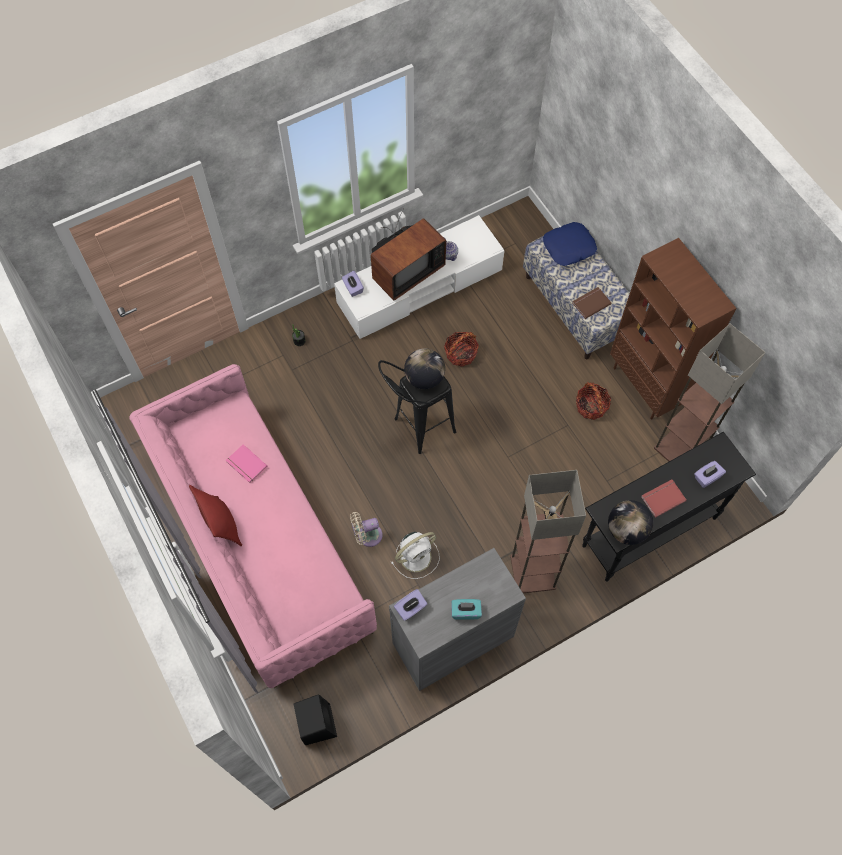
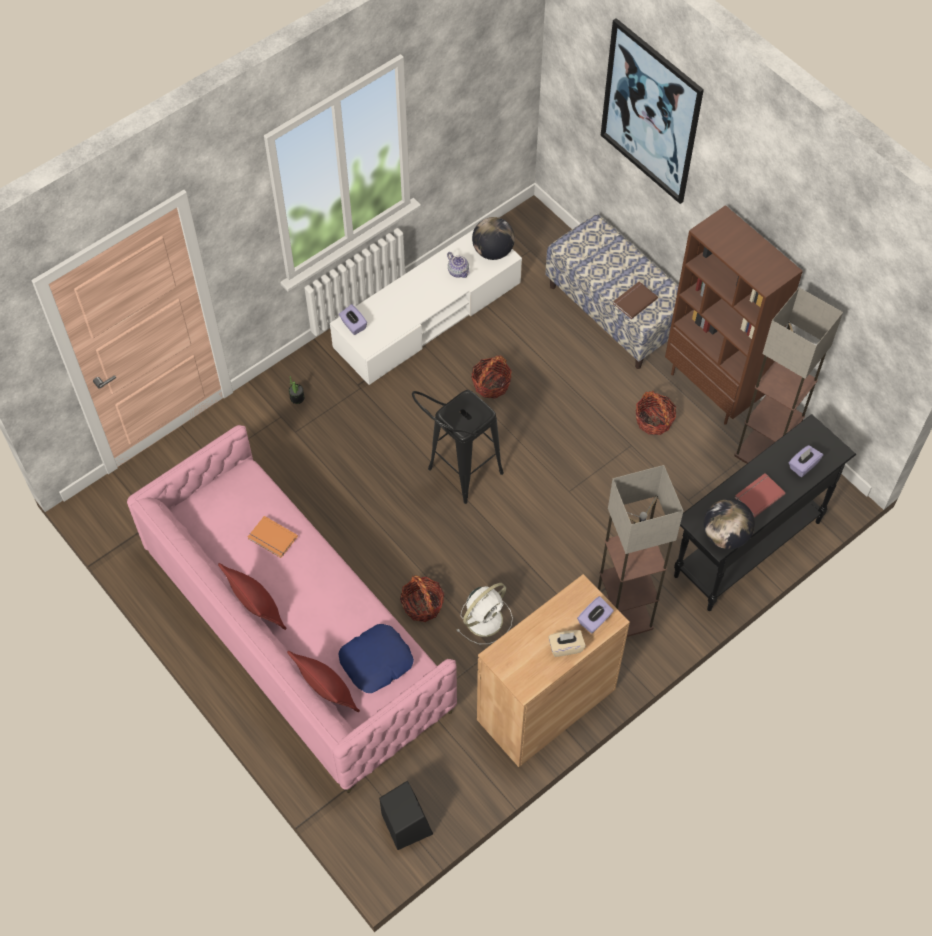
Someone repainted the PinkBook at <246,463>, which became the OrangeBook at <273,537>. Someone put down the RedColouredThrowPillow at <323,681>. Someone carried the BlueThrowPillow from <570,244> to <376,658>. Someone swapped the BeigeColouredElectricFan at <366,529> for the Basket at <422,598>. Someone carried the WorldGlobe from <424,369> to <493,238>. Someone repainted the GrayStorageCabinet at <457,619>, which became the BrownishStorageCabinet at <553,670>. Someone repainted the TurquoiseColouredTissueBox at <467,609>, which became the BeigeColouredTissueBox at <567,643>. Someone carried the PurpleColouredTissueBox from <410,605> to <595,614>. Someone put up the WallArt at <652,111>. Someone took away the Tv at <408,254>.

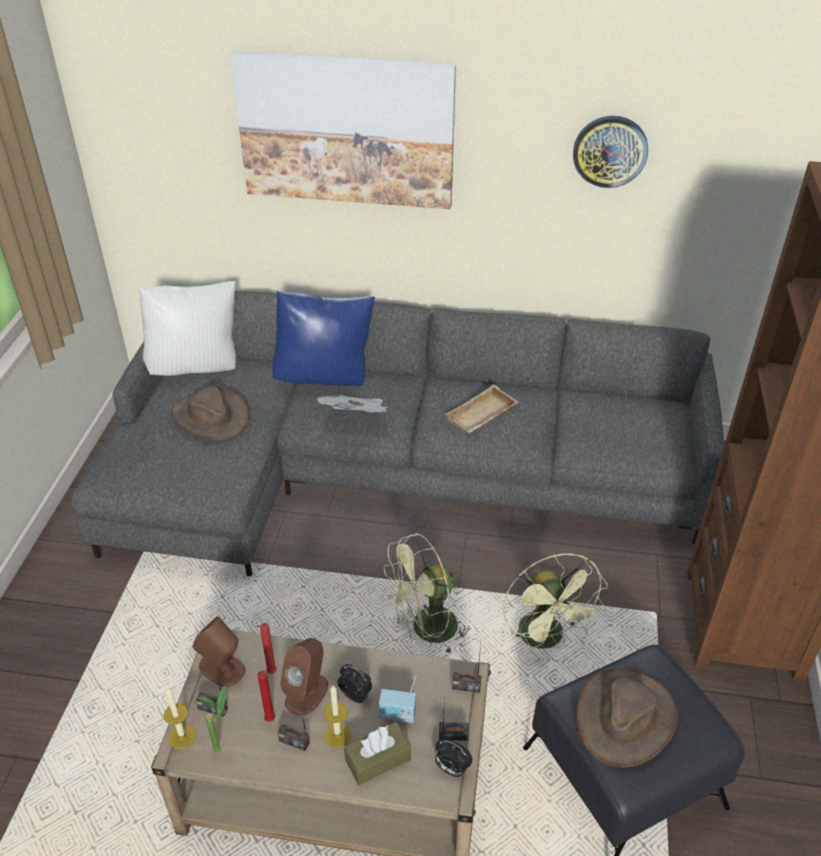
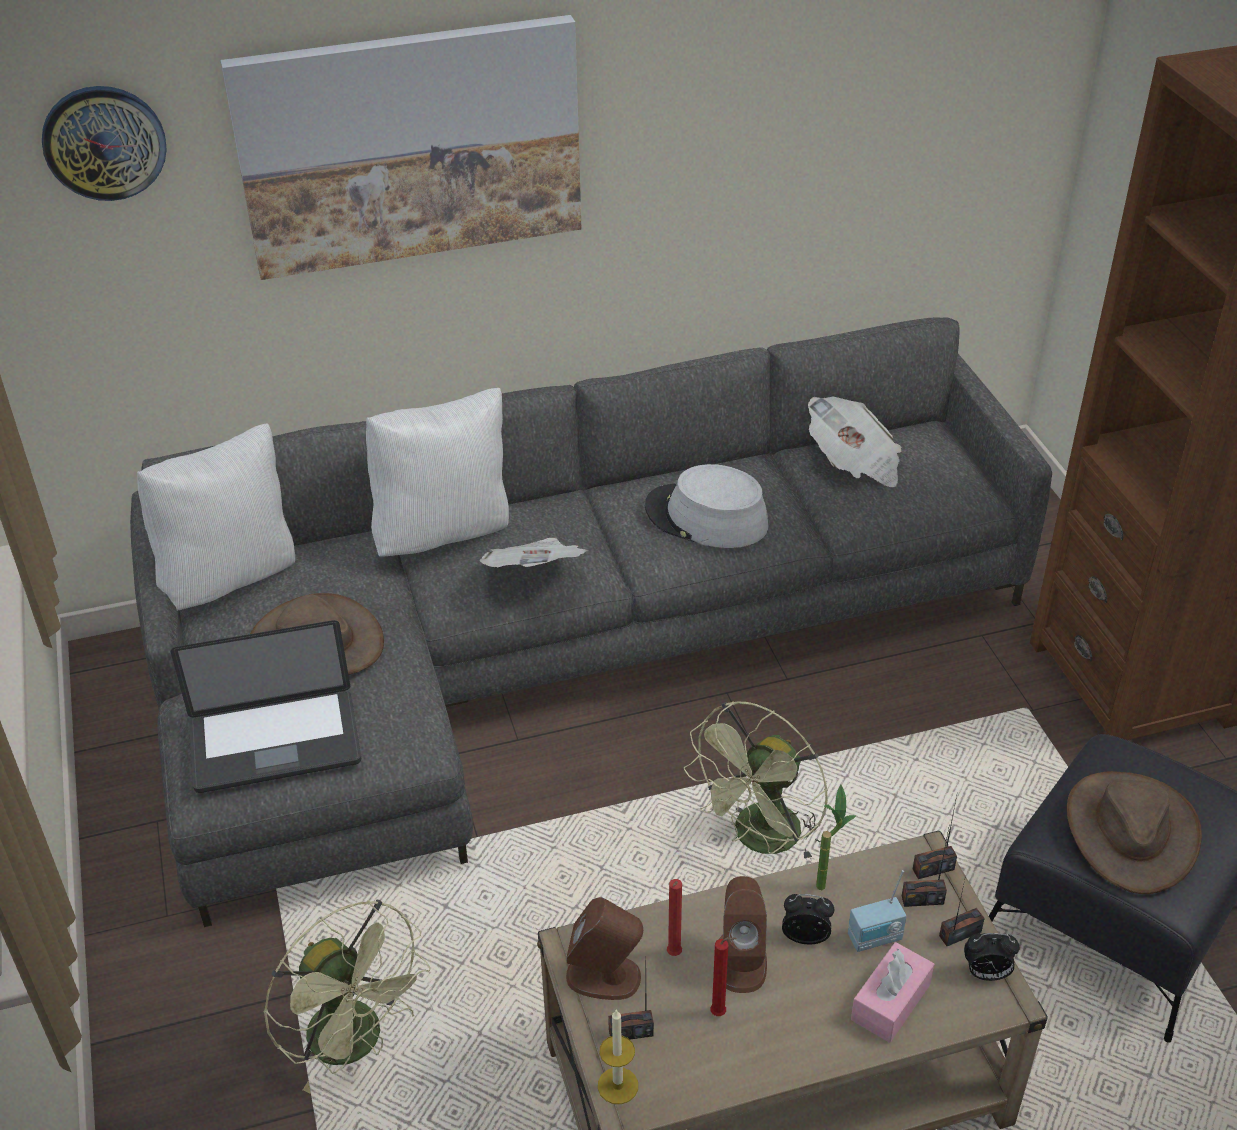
Someone carried the WallClock from <610,152> to <104,143>. Someone put down the Laptop at <266,706>. Someone carried the GreenColouredElectricFan from <555,601> to <347,997>. Someone repainted the BlueThrowPillow at <323,338>, which became the WhiteColouredThrowPillow at <437,472>. Someone swapped the BeigeColouredCarryingTray at <481,409> for the GrayHat at <707,506>. Someone put down the DailyPaper at <854,441>. Someone carried the PlantInAPot from <213,719> to <836,837>. Someone repainted the BrownishTissueBox at <377,753>, which became the PinkTissueBox at <892,992>. Someone carried the RadioReceiver from <294,724> to <926,865>. Someone took away the Candle at <337,717>.

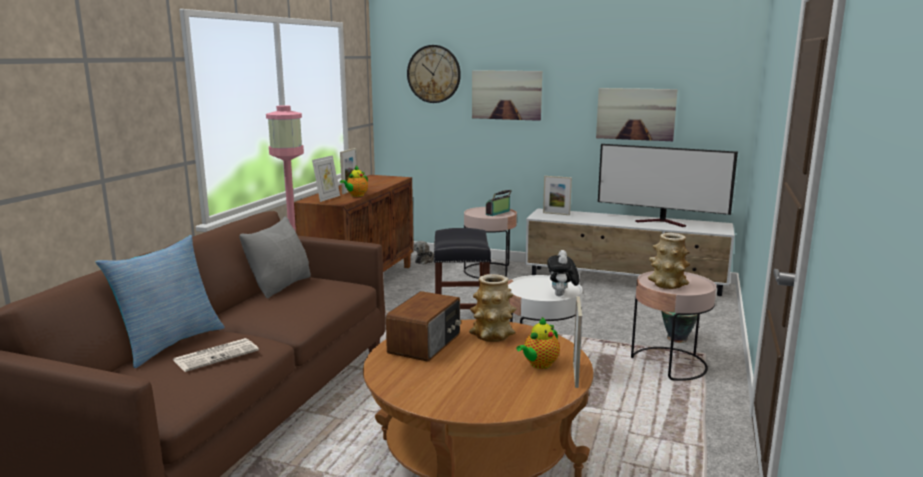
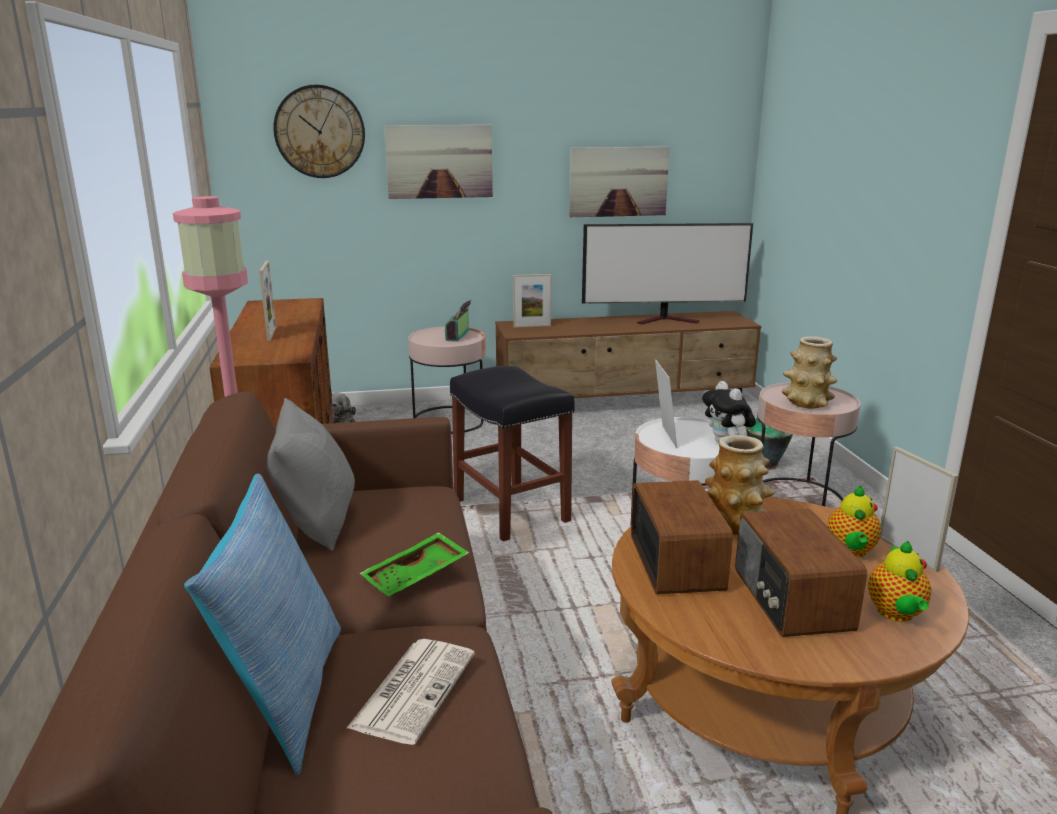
Someone put down the GreenColouredCarryingTray at <414,564>. Someone repainted the WhiteColouredTvUnit at <630,252>, which became the BrownishTvUnit at <628,354>. Someone carried the PictureFrame from <326,178> to <666,403>. Someone put down the RadioReceiver at <801,573>. Someone carried the PotForTea from <354,181> to <899,581>.

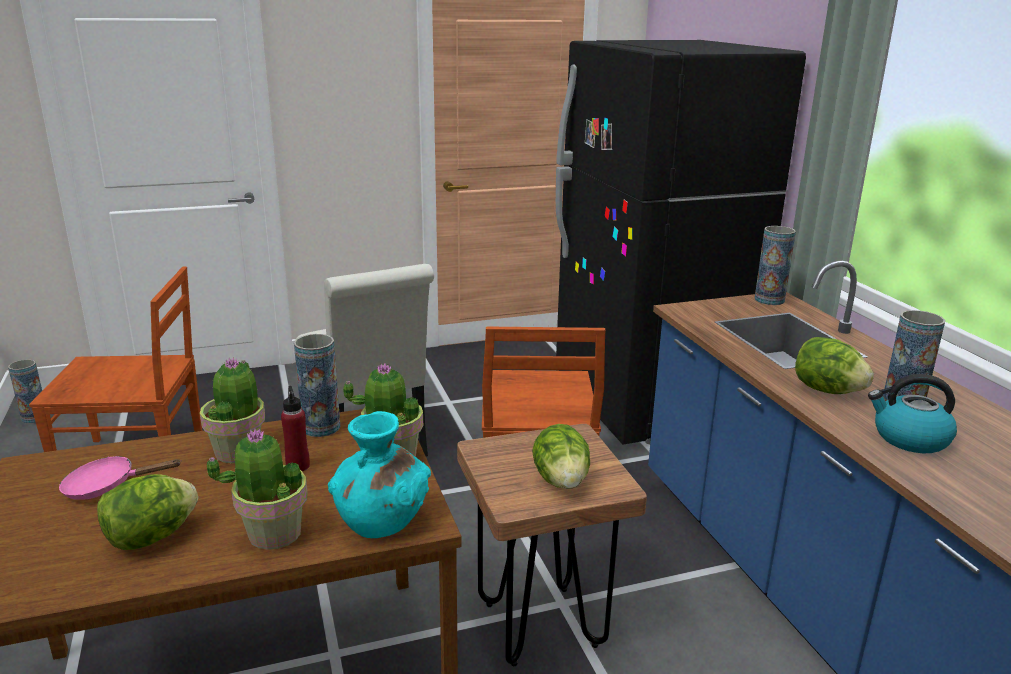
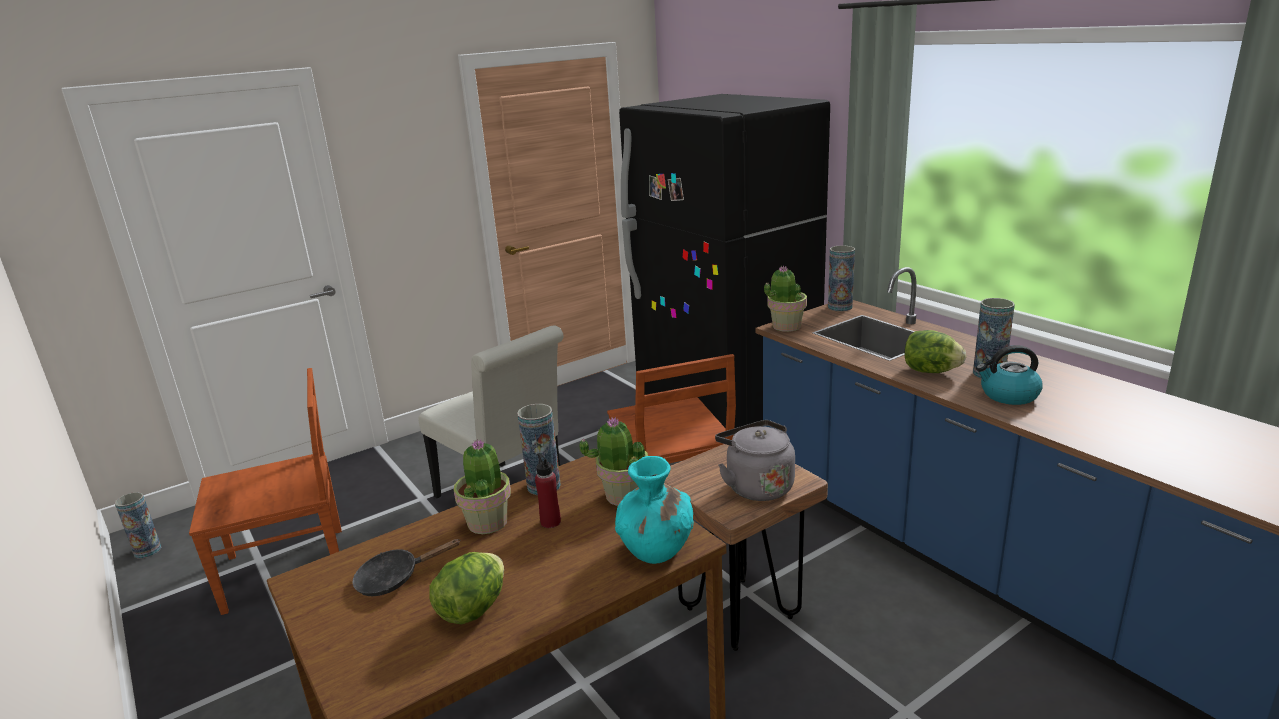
Someone repainted the PinkSkillet at <120,478>, which became the BlackishSkillet at <406,567>. Someone swapped the LettuceHead at <561,456> for the GrayTeaKettle at <755,460>. Someone carried the PlantInAPot from <257,489> to <785,298>.

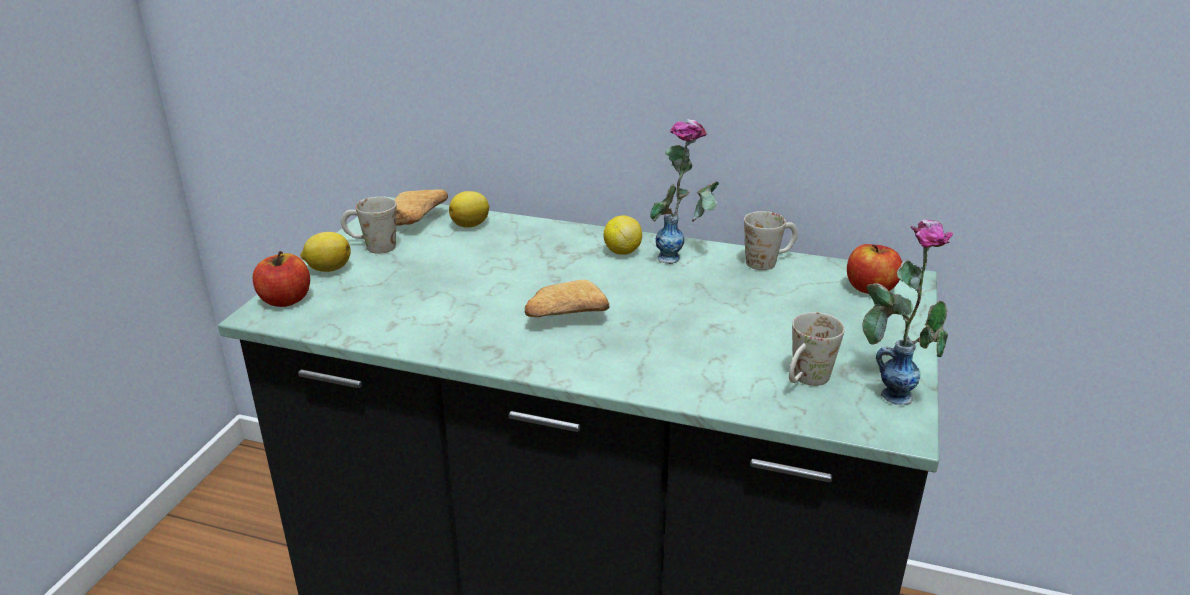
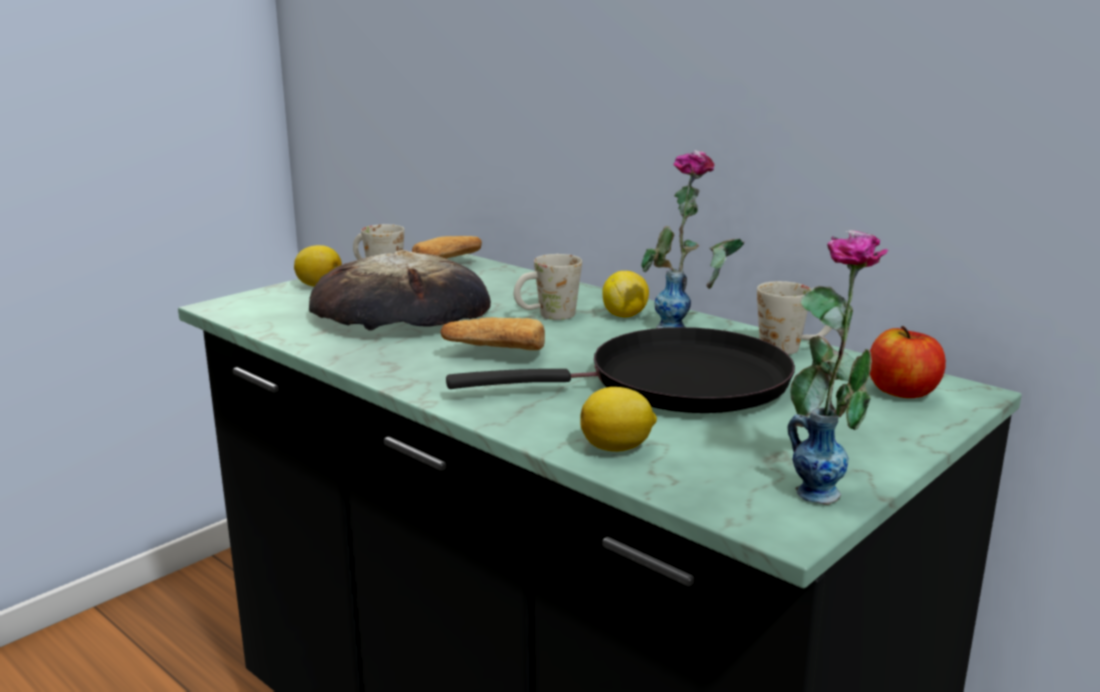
Someone put down the BakeryBread at <400,290>. Someone put down the BlackishSkillet at <620,370>. Someone carried the WhiteColouredTeaMug from <817,349> to <548,287>. Someone carried the WholeLemon from <469,209> to <618,419>. Someone took away the Apple at <281,279>.

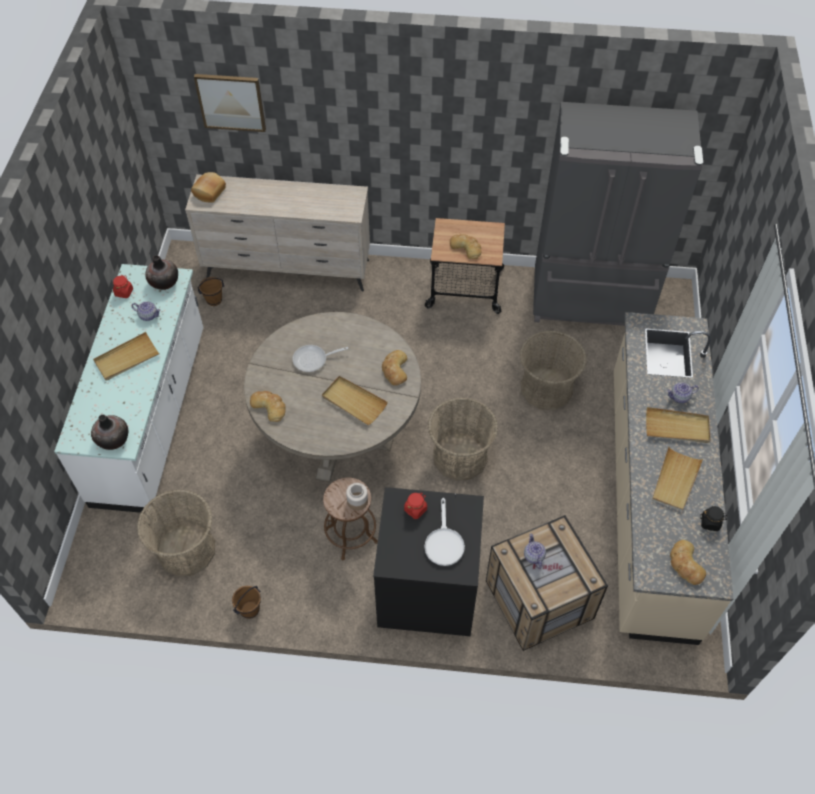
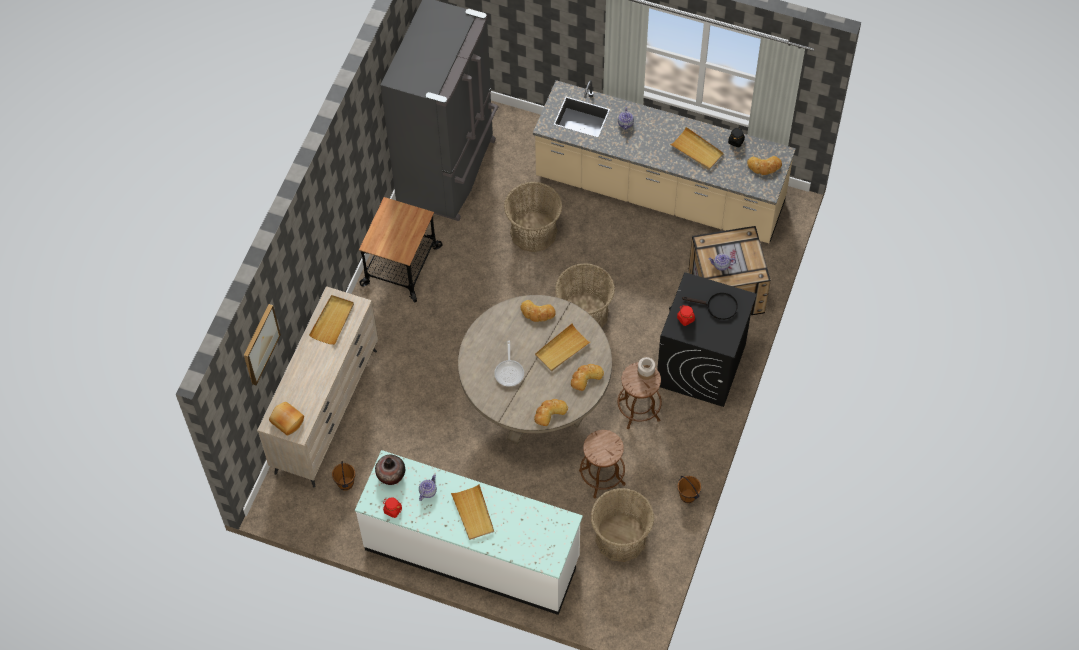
Someone carried the BeigeColouredCarryingTray from <678,425> to <331,320>. Someone carried the BakeryBread from <466,246> to <587,377>. Someone put down the BrownishStool at <602,464>. Someone repainted the WhiteColouredSkillet at <444,532>, which became the BlackishSkillet at <710,306>. Someone took away the Vase at <109,432>.

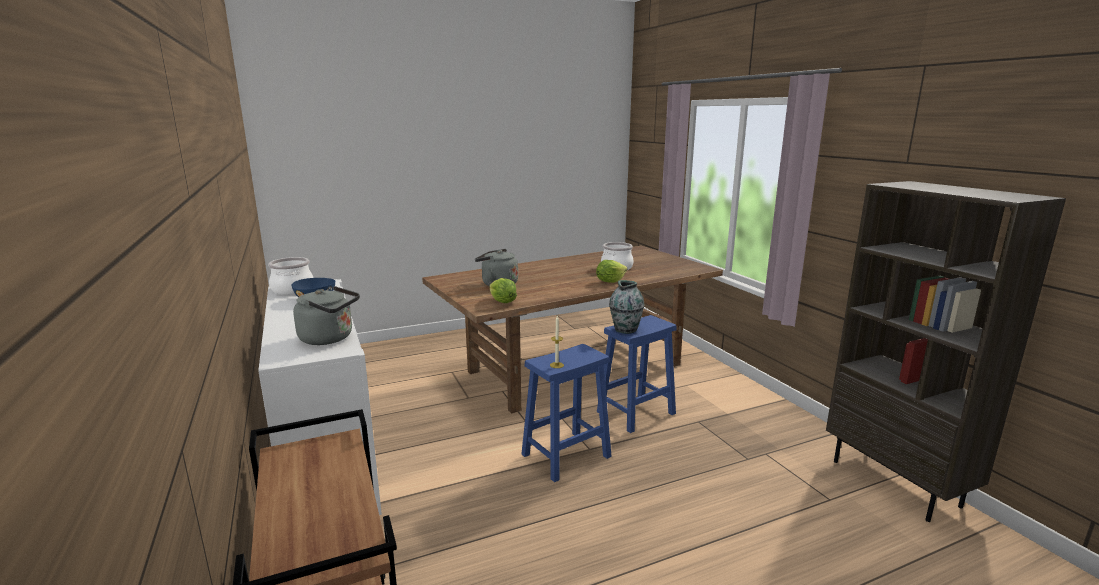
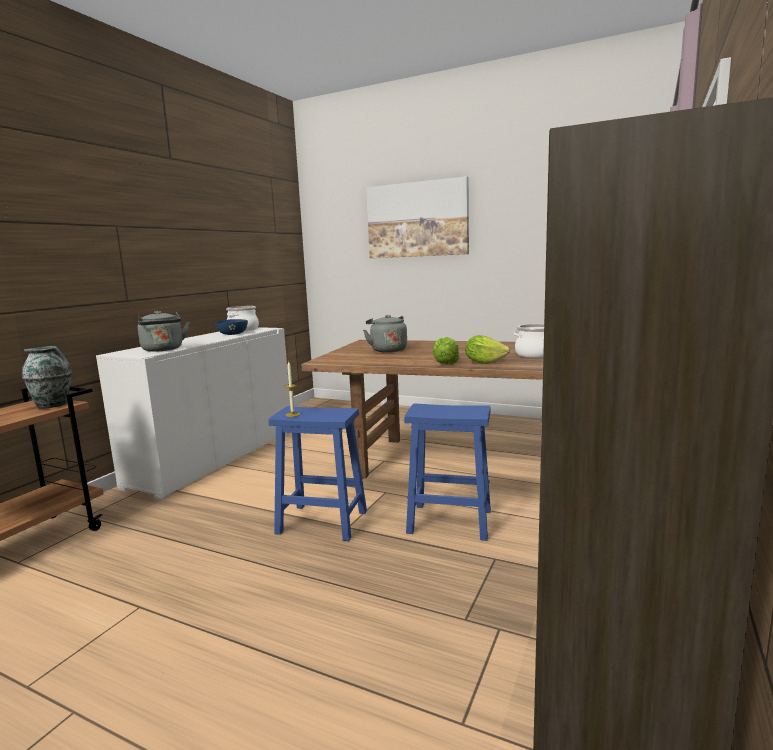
Someone carried the Vase from <626,307> to <47,377>. Someone put up the WallArt at <417,217>. Someone carried the LettuceHead from <503,290> to <446,351>.

